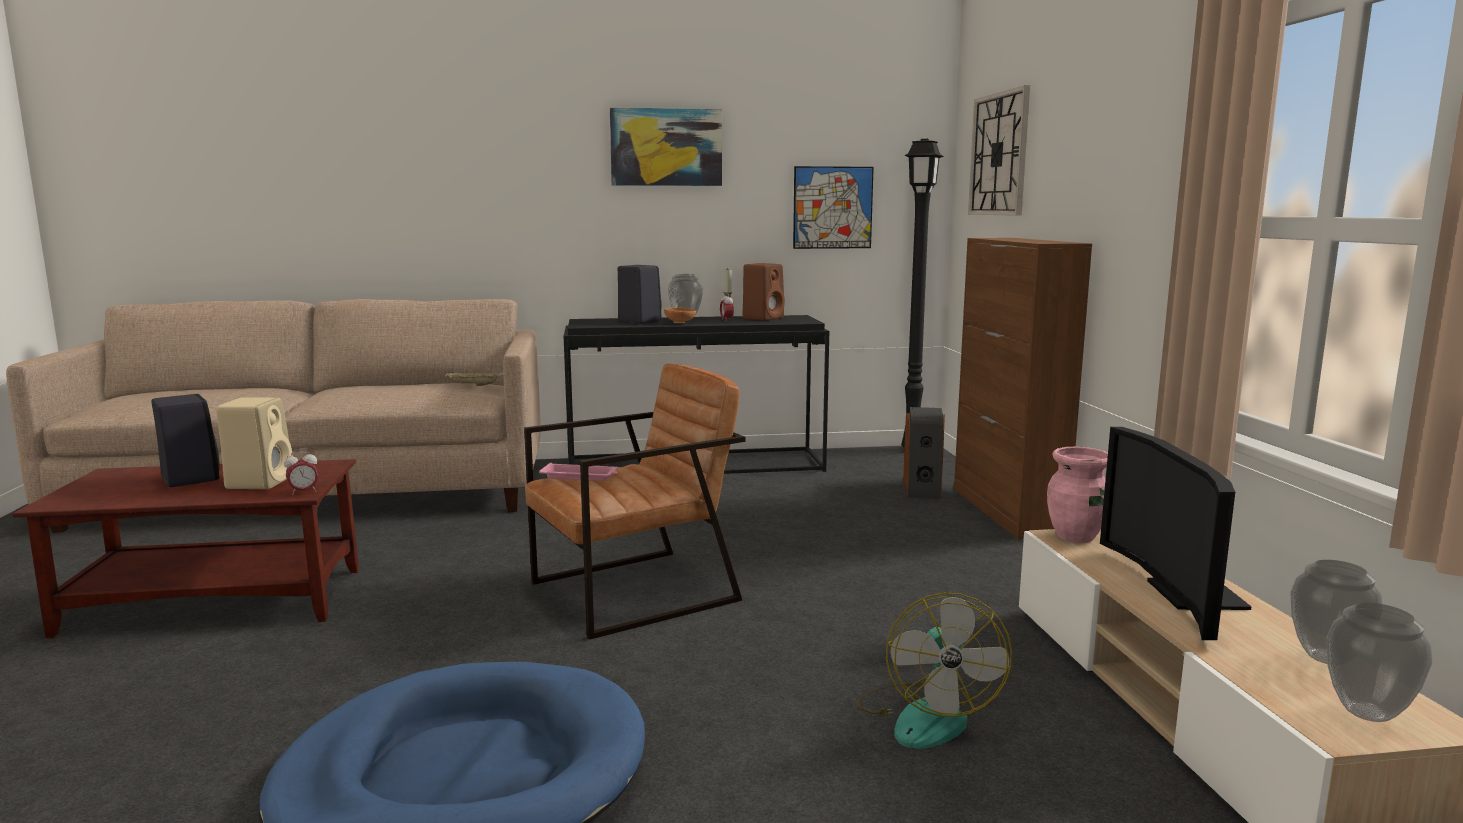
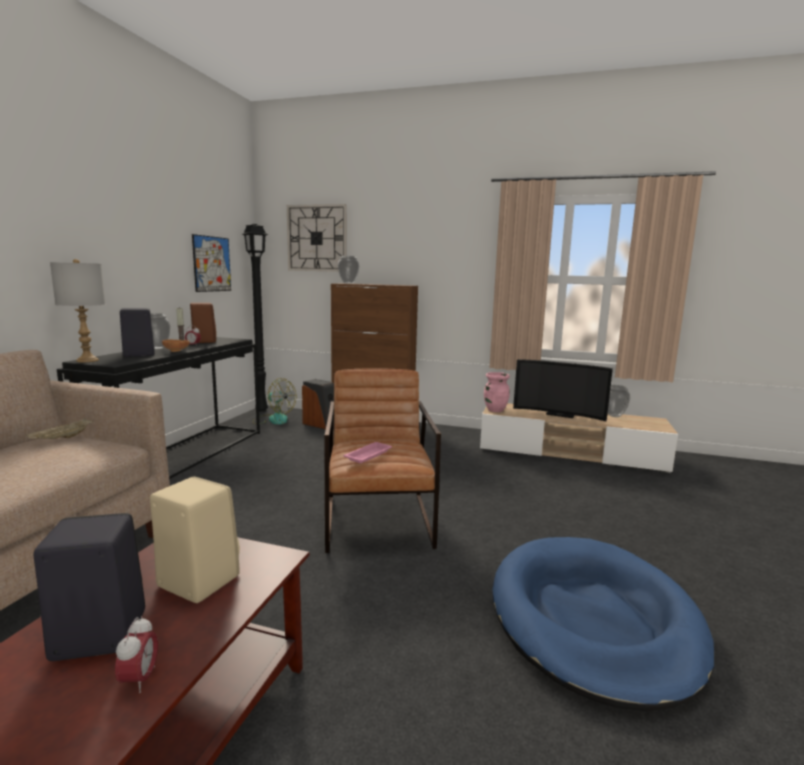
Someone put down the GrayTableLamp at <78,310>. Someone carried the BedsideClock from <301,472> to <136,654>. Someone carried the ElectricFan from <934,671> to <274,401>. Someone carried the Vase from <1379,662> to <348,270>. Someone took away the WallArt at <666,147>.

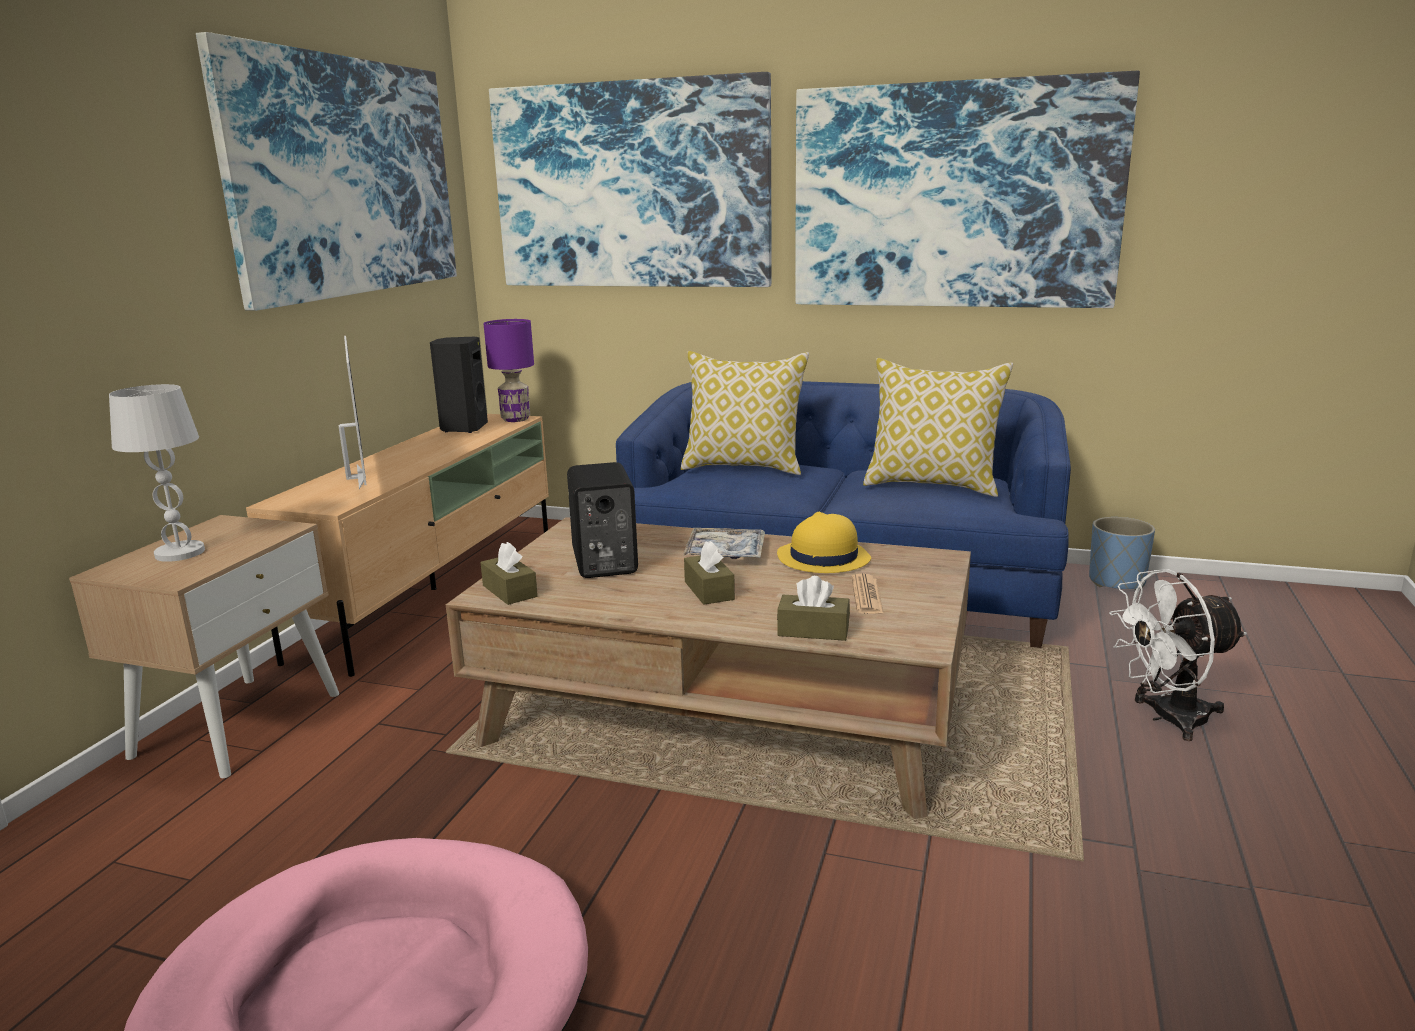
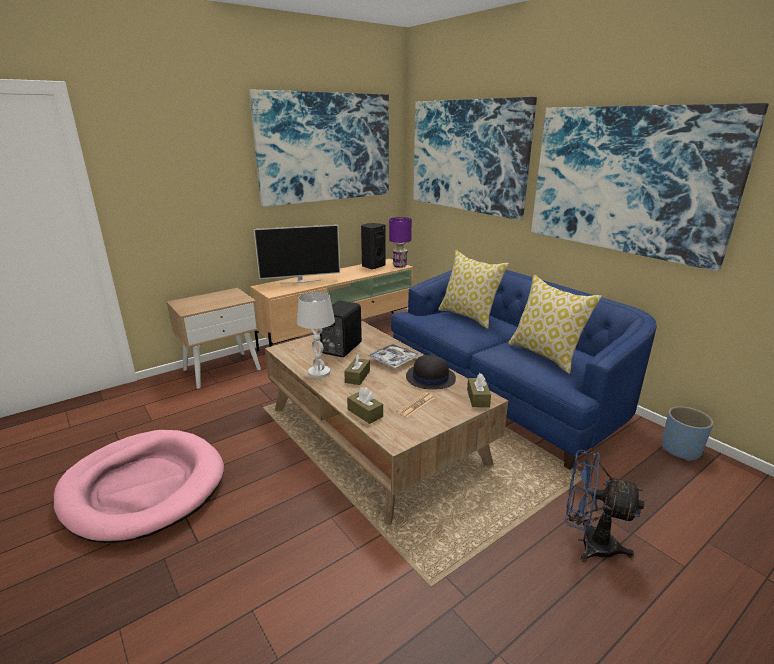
Someone rotated the Tv at <353,413> by 60 degrees clockwise. Someone carried the WhiteColouredTableLamp from <157,473> to <316,335>. Someone repainted the YellowHat at <824,542>, which became the BlackishHat at <431,372>. Someone carried the BrownishTissueBox from <509,573> to <479,390>. Someone repainted the WhiteColouredElectricFan at <1178,655>, which became the BlueElectricFan at <604,506>.

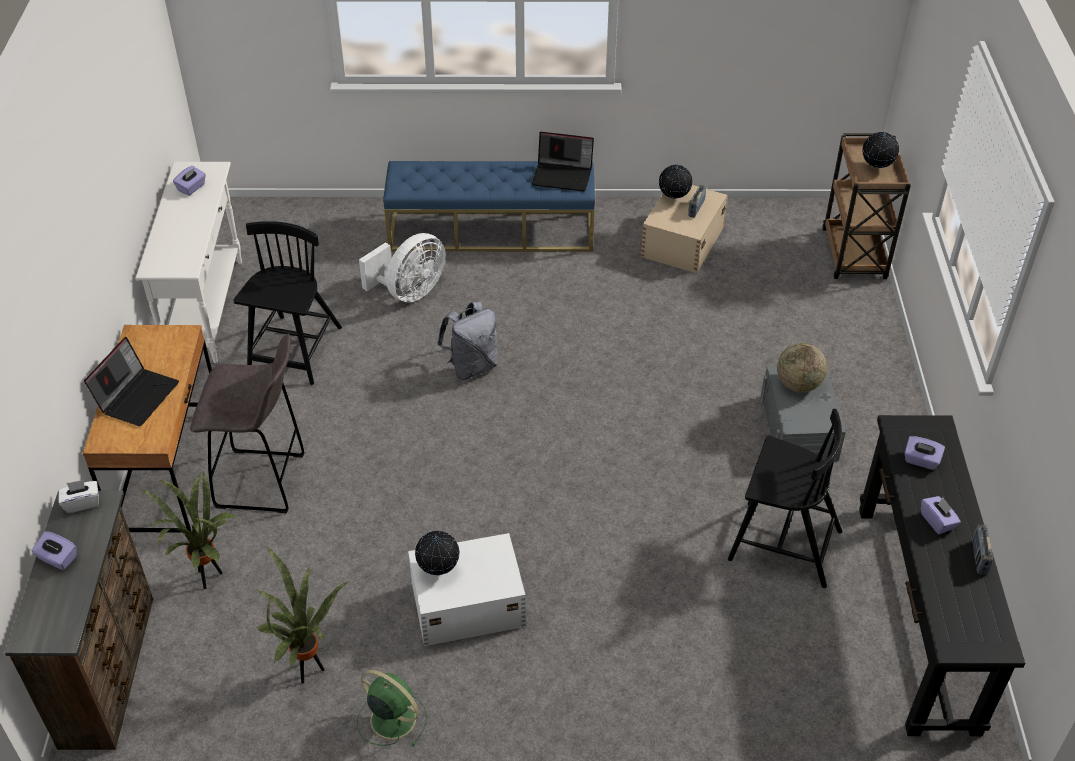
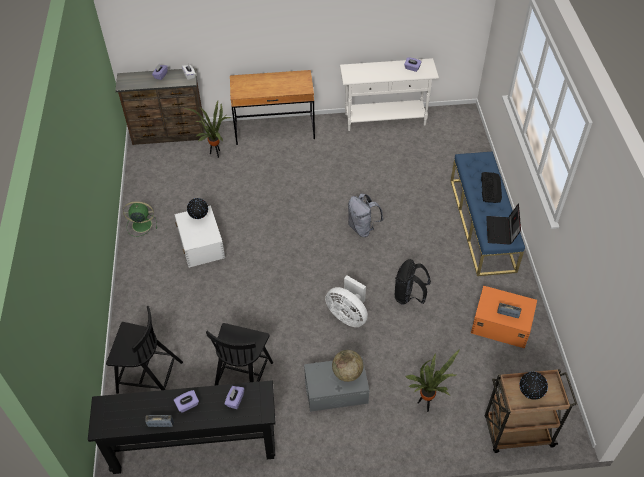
Someone carried the BlackishPlainChair from <287,303> to <144,350>. Someone rotated the GreenColouredElectricFan at <392,708> by 120 degrees counterclockwise. Someone carried the WhiteColouredElectricFan from <402,267> to <346,301>. Someone put down the BlackishBackpack at <413,282>. Someone carried the PlantInAPot from <302,614> to <432,380>. Someone repainted the BeigeColouredStorageBox at <684,229>, which became the OrangeStorageBox at <504,317>. Someone put down the PcKeyboard at <491,187>. Someone took away the Laptop at <131,381>. Someone took away the GrayStool at <247,423>. Someone took away the WorldGlobe at <675,182>.

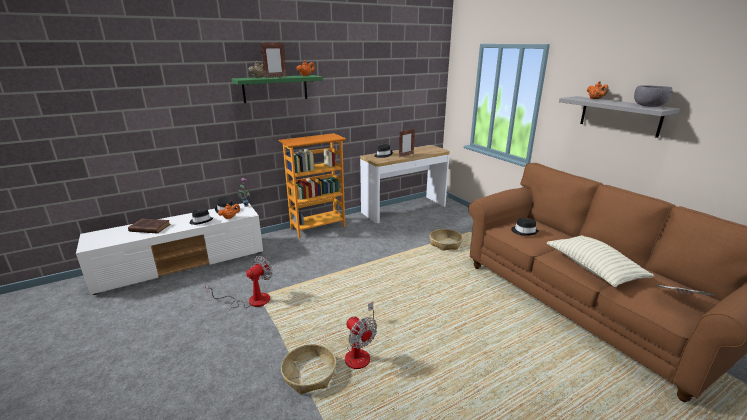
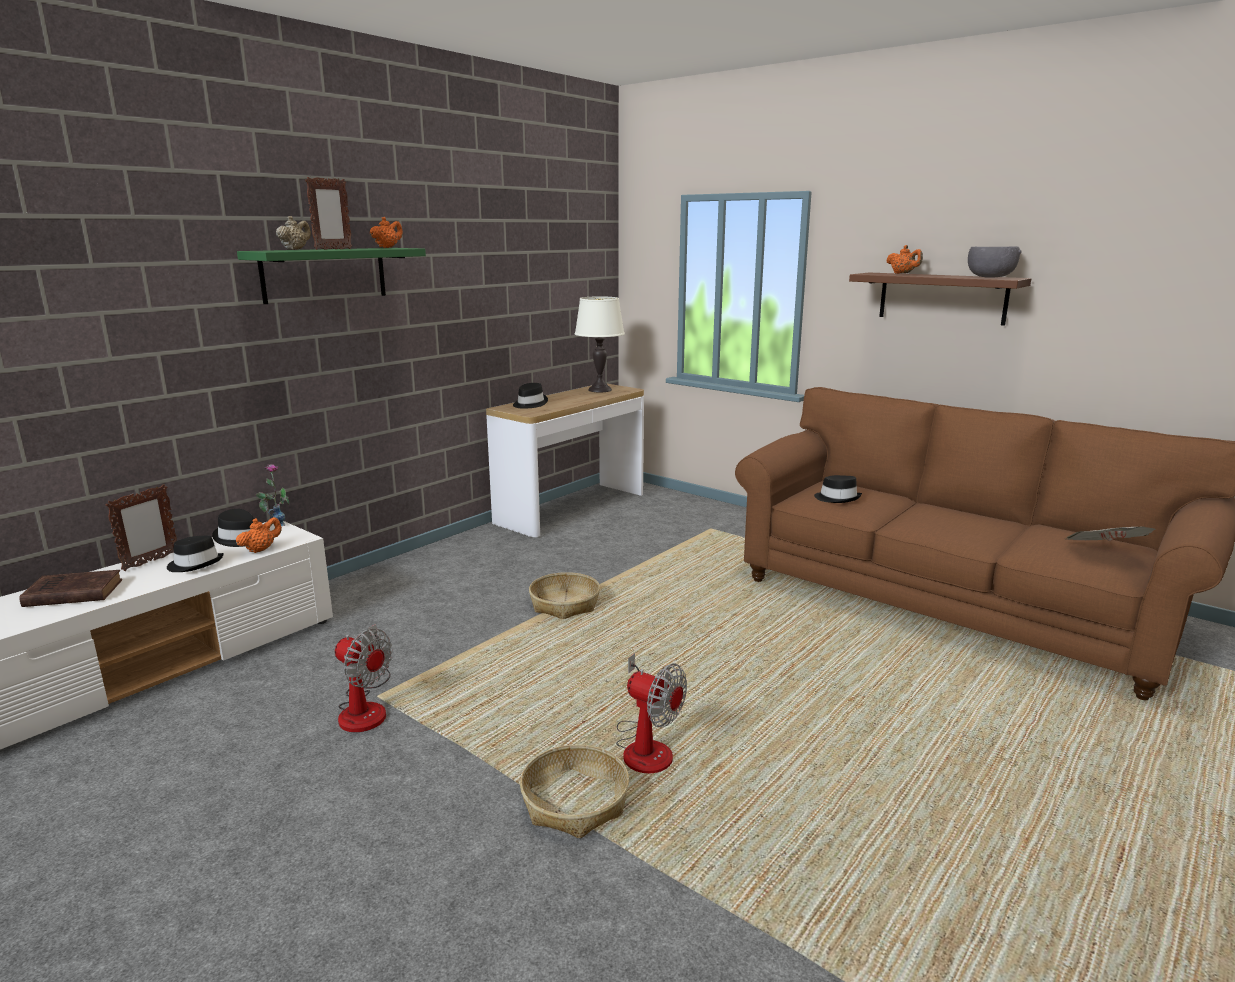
Someone carried the PictureFrame from <407,143> to <141,527>. Someone rotated the ElectricFan at <239,282> by 105 degrees clockwise. Someone carried the Basket from <446,240> to <564,595>. Someone put down the WhiteColouredTableLamp at <600,344>. Someone repainted the GrayWallShelf at <619,117>, which became the BrownishWallShelf at <940,299>. Someone took away the ShelvingUnit at <312,185>. Someone took away the ThrowPillow at <601,261>.

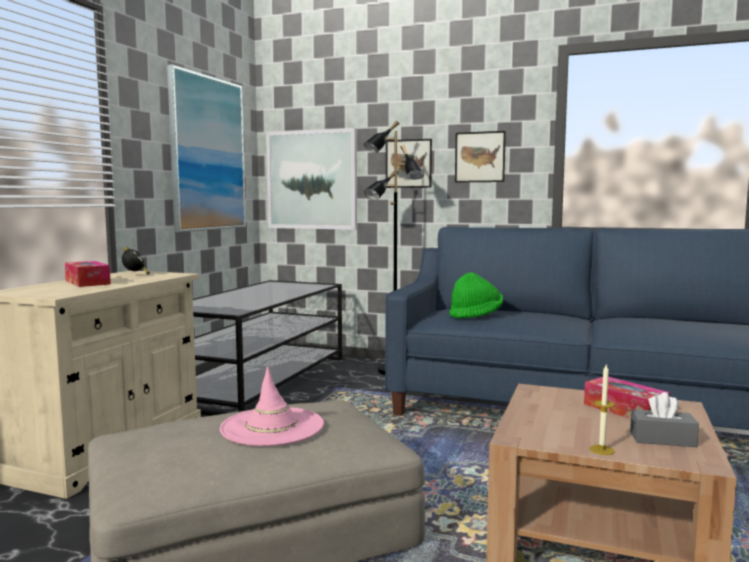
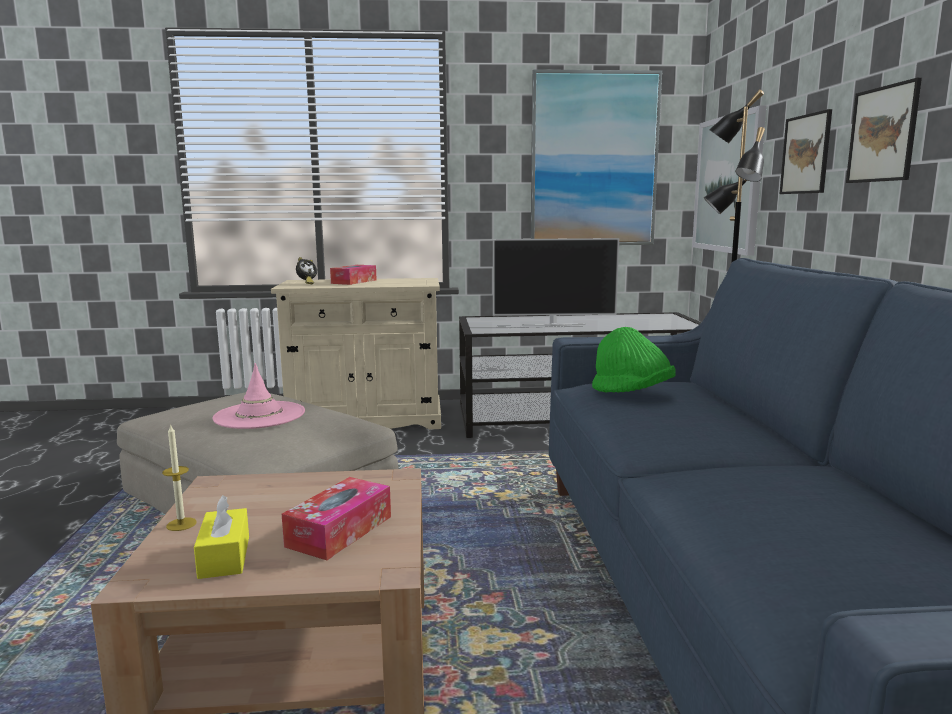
Someone repainted the GrayTissueBox at <664,419>, which became the YellowTissueBox at <221,537>. Someone carried the BedsideClock from <136,261> to <306,270>. Someone put down the Tv at <556,282>.

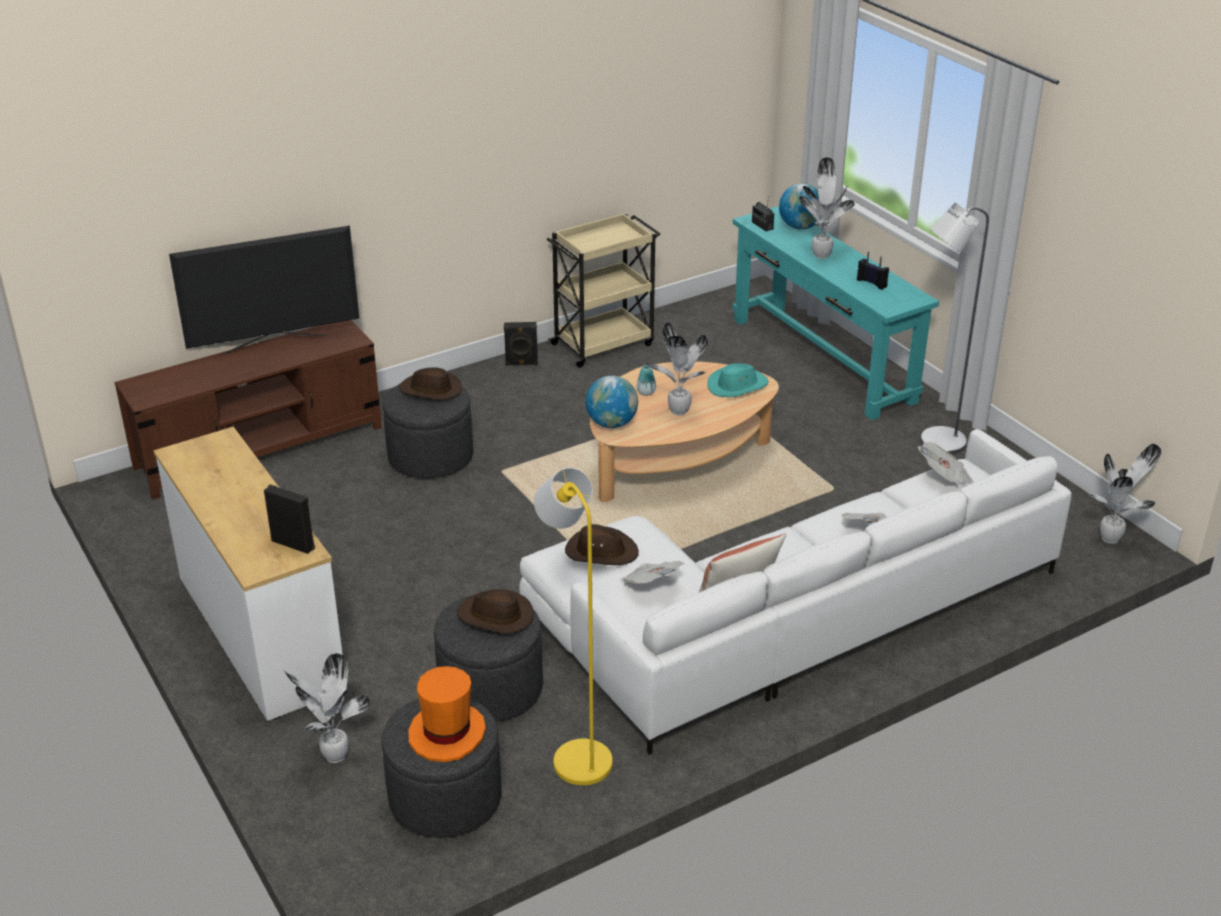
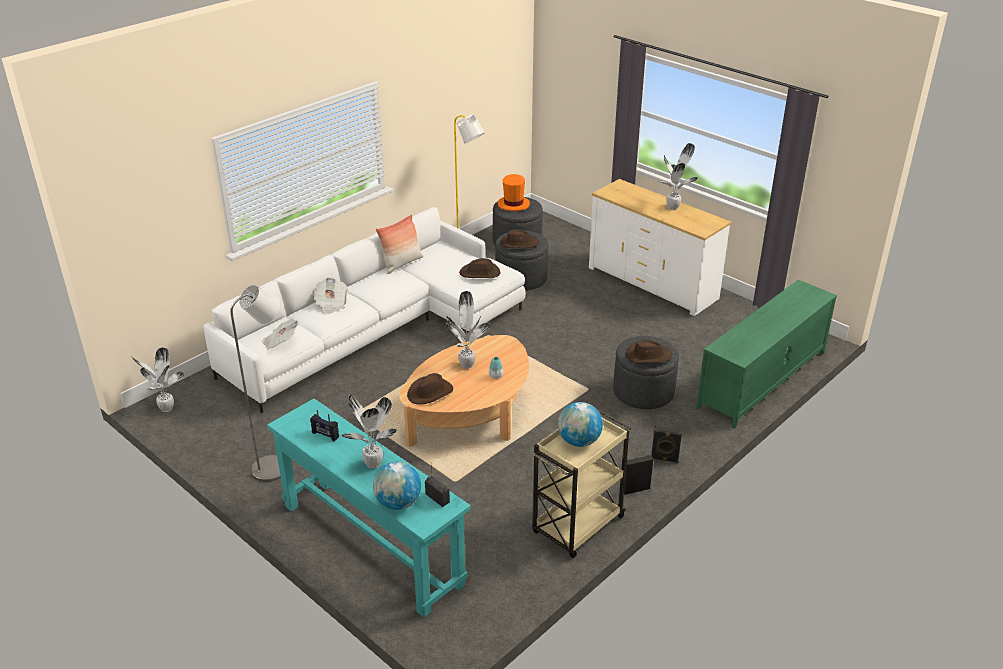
Someone repainted the TurquoiseColouredHat at <738,380>, which became the BrownishHat at <430,389>. Someone carried the WorldGlobe from <611,401> to <580,424>. Someone carried the BlackishSpeaker from <289,519> to <666,444>. Someone carried the PlantInAPot from <327,708> to <678,176>. Someone repainted the BrownishTvUnit at <248,410>, which became the GreenColouredTvUnit at <766,354>. Someone took away the Tv at <264,290>. Someone took away the DailyPaper at <653,572>.

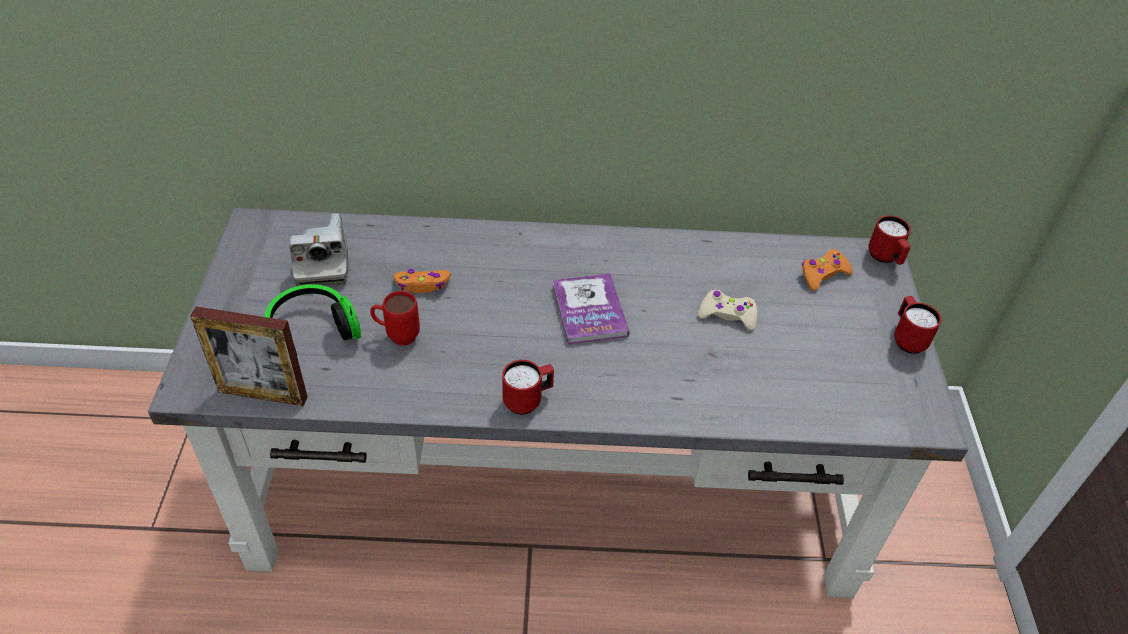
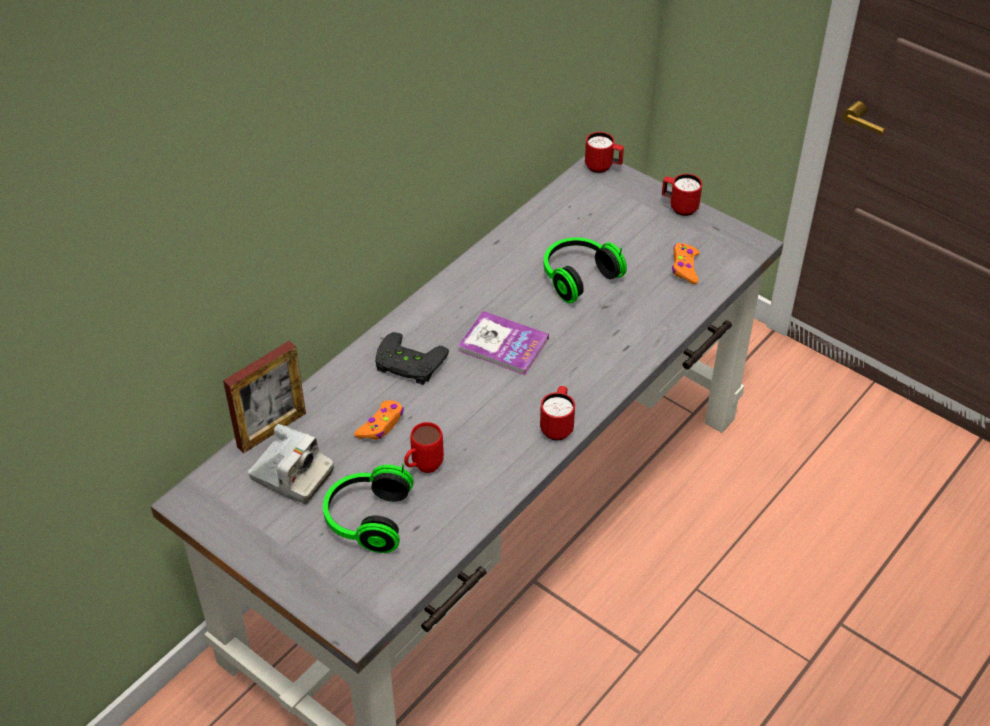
Someone carried the PictureFrame from <249,356> to <264,397>. Someone put down the BlackishGamepad at <412,358>. Someone swapped the BeigeColouredGamepad at <727,310> for the Headset at <585,270>. Someone carried the OrangeGamepad from <827,270> to <686,263>.

